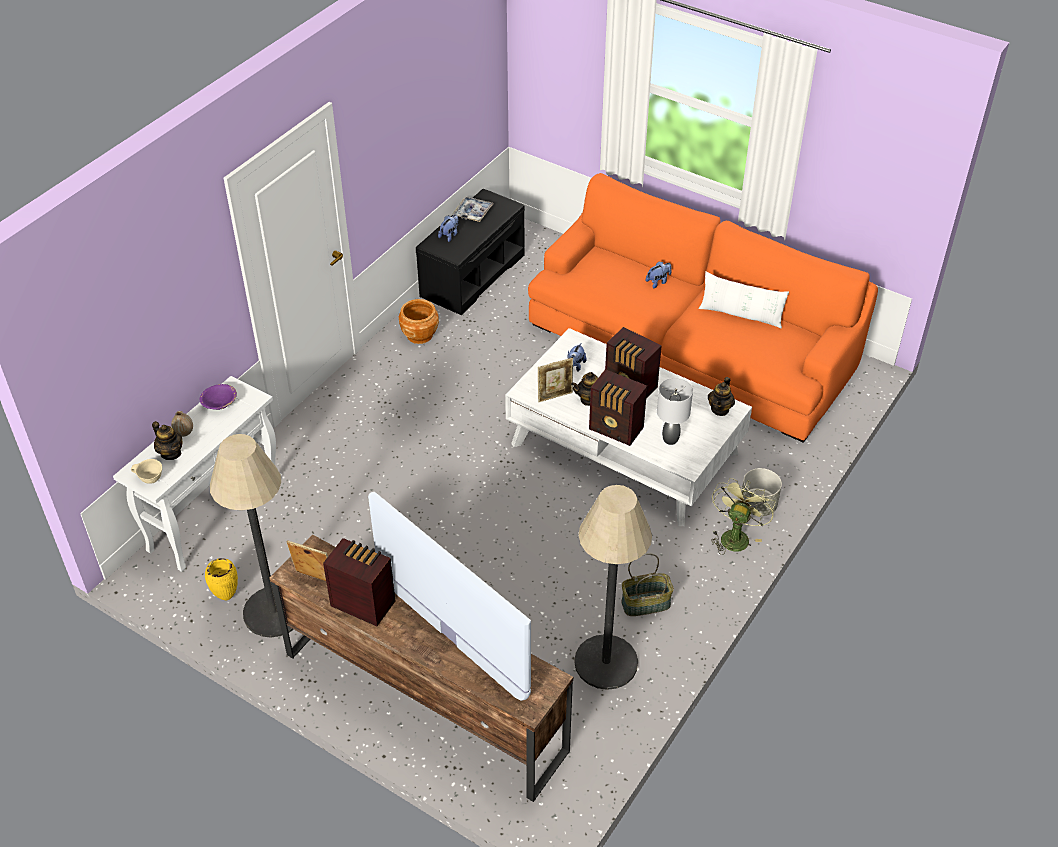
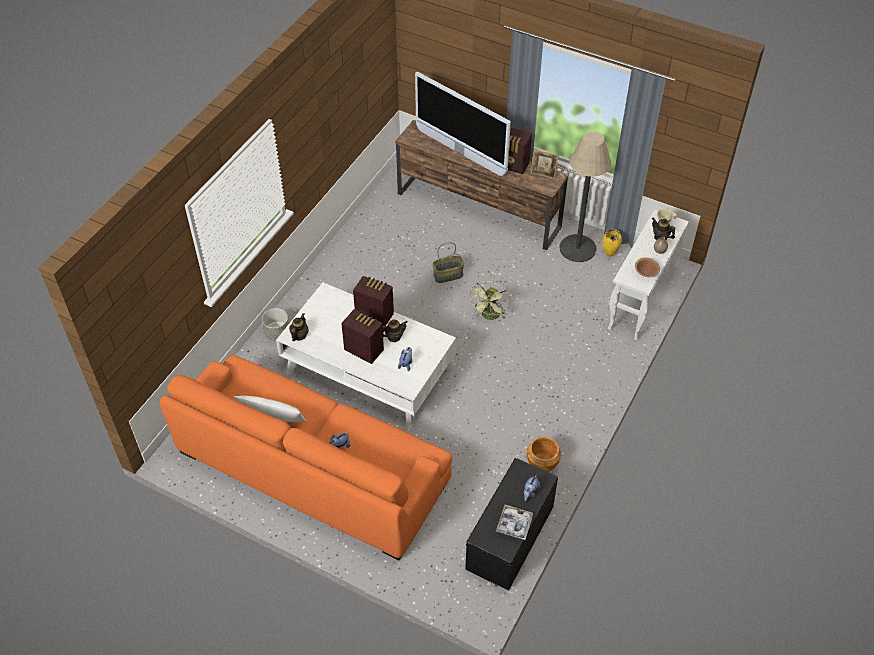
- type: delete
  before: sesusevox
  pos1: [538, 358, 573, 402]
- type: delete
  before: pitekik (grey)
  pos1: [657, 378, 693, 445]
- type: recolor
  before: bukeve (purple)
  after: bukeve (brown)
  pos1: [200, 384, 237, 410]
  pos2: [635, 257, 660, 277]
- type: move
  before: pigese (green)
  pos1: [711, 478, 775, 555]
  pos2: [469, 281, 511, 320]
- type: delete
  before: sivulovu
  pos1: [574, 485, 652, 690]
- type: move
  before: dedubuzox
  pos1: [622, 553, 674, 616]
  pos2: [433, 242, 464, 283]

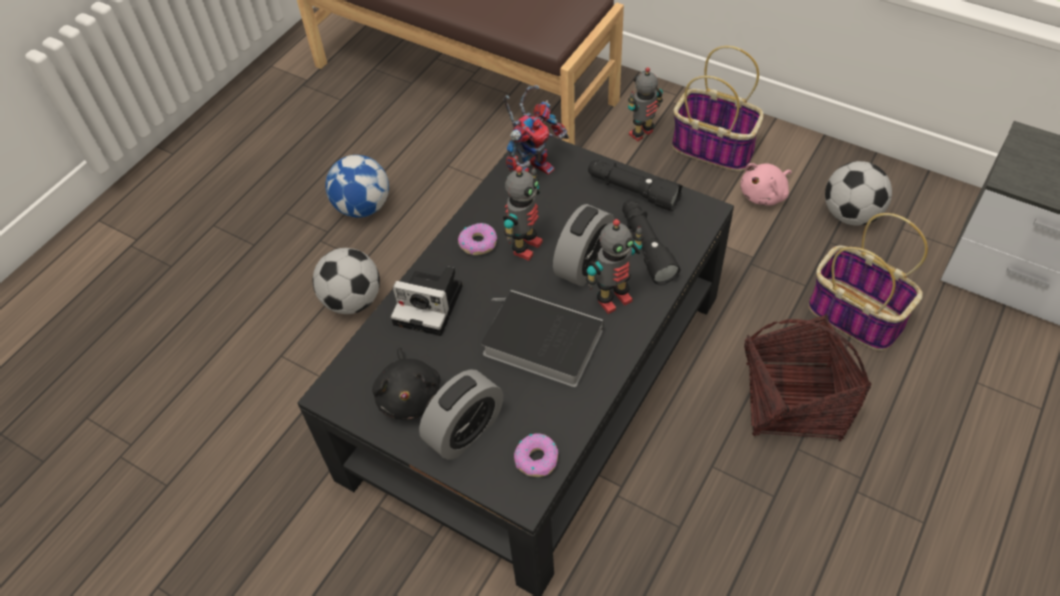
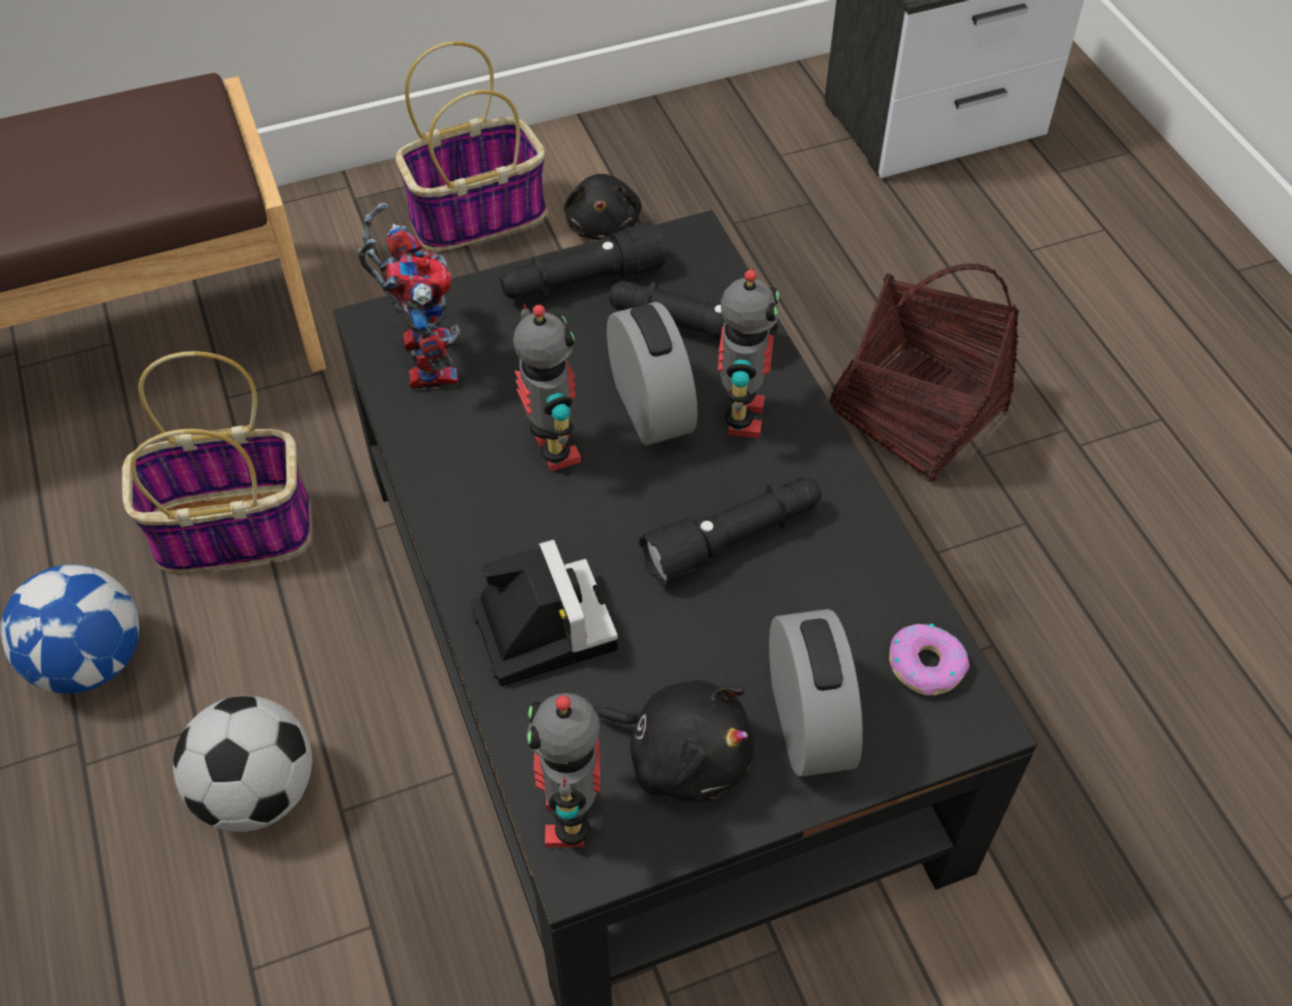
- type: move
  before: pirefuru
  pos1: [628, 67, 663, 141]
  pos2: [527, 693, 600, 847]
- type: delete
  before: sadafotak
  pos1: [825, 161, 892, 226]
- type: recolor
  before: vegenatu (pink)
  after: vegenatu (black)
  pos1: [740, 163, 791, 205]
  pos2: [564, 174, 642, 240]
- type: move
  before: dedubuzox
  pos1: [808, 213, 928, 351]
  pos2: [122, 351, 311, 573]
- type: delete
  before: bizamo
  pos1: [458, 223, 497, 255]
- type: rotate
  before: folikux
  pos1: [391, 266, 463, 336]
  pos2: [472, 540, 618, 686]
  turn: -75
- type: replace
  before: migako
  after: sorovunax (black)
  pos1: [481, 290, 604, 387]
  pos2: [639, 477, 822, 586]

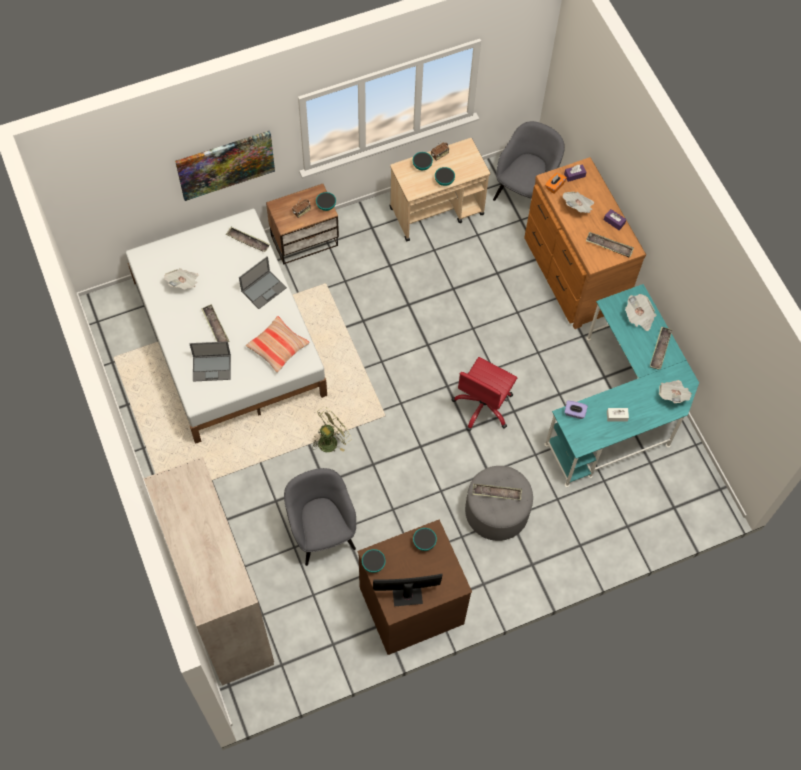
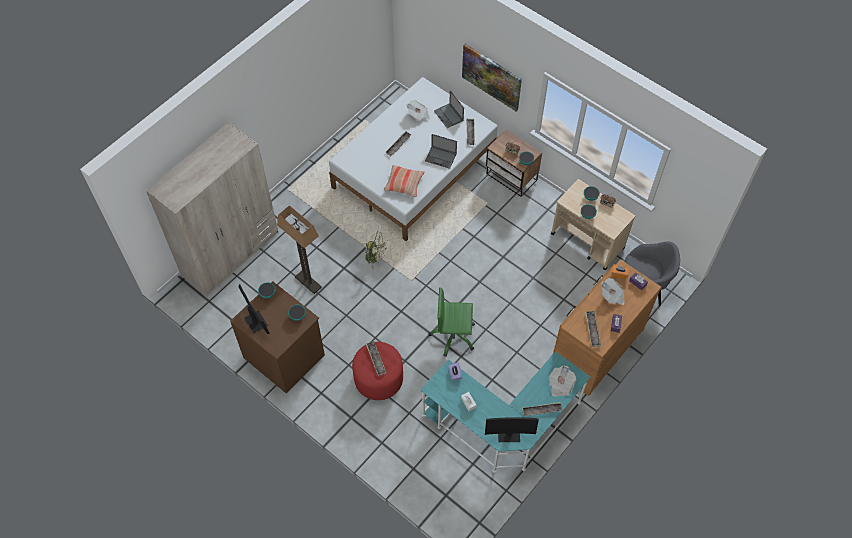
- type: move
  before: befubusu
  pos1: [190, 341, 231, 382]
  pos2: [434, 90, 464, 128]
- type: recolor
  before: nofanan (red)
  after: nofanan (green)
  pos1: [452, 357, 517, 432]
  pos2: [428, 287, 475, 357]
- type: replace
  before: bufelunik
  after: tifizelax
  pos1: [659, 380, 692, 403]
  pos2: [485, 417, 539, 442]
- type: recolor
  before: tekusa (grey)
  after: tekusa (red)
  pos1: [465, 466, 533, 541]
  pos2: [352, 342, 403, 400]
- type: replace
  before: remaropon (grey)
  after: sivulovu
  pos1: [284, 468, 356, 566]
  pos2: [277, 205, 322, 294]

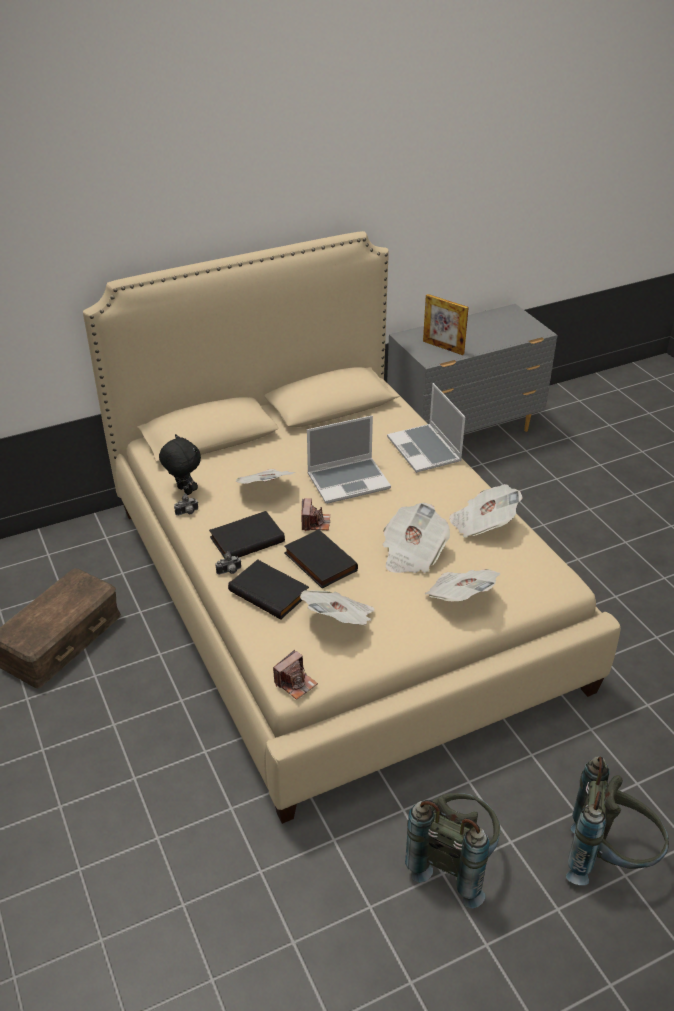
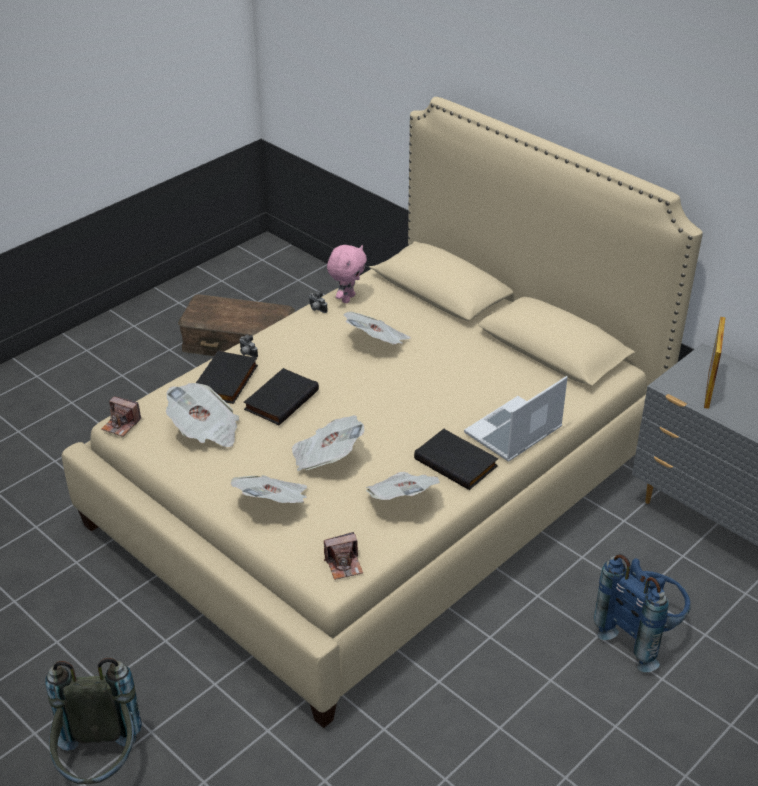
- type: delete
  before: befubusu
  pos1: [307, 416, 391, 504]
- type: recolor
  before: vegenatu (black)
  after: vegenatu (pink)
  pos1: [159, 434, 201, 495]
  pos2: [327, 245, 367, 303]
- type: move
  before: folikux
  pos1: [301, 498, 330, 531]
  pos2: [324, 532, 363, 580]
- type: move
  before: migako (black)
  pos1: [209, 511, 285, 558]
  pos2: [414, 429, 498, 490]
- type: delete
  before: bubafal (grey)
  pos1: [405, 793, 500, 909]
- type: insert
  after: bubafal (blue)
  pos2: [594, 554, 691, 672]

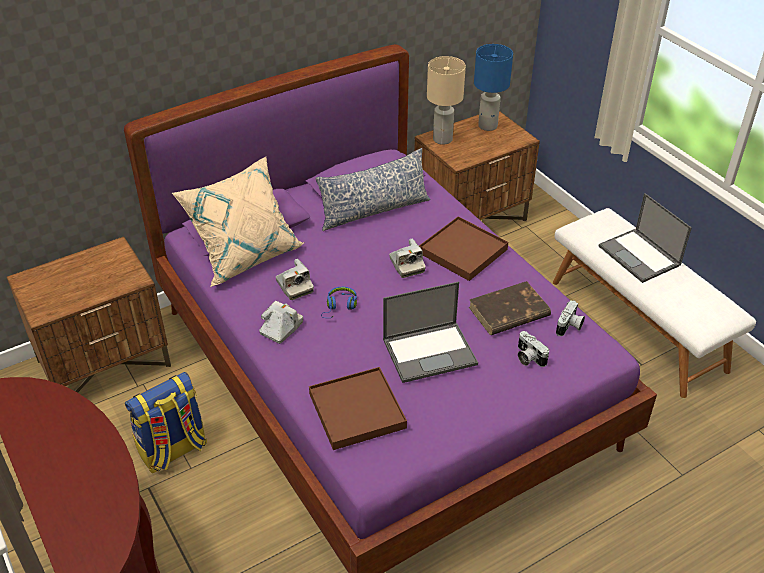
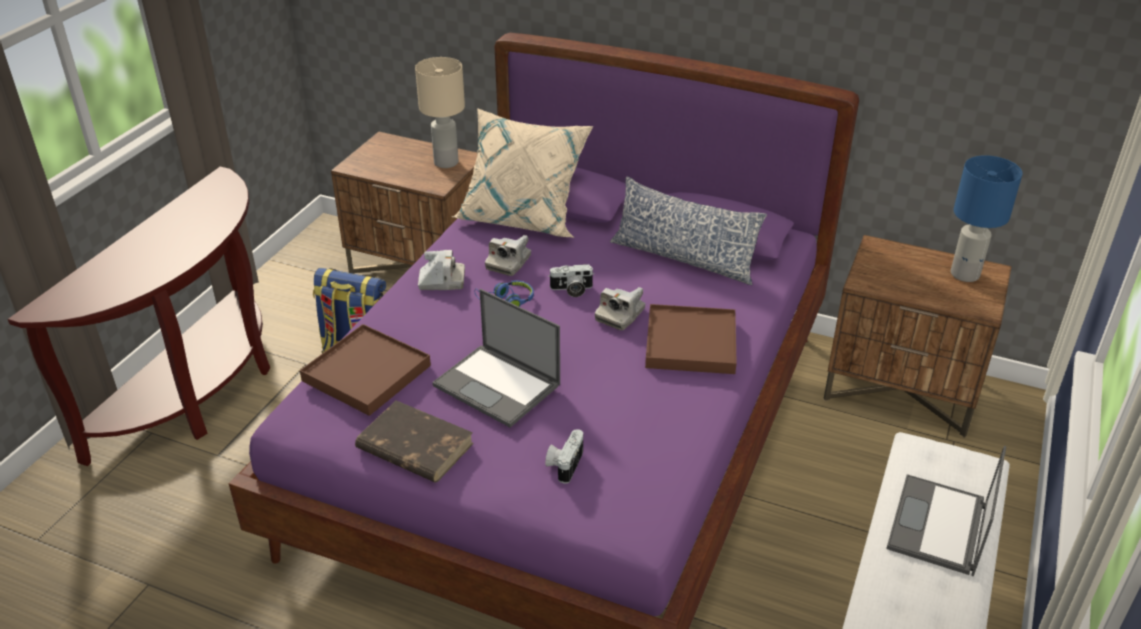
- type: move
  before: pitekik (beige)
  pos1: [427, 56, 466, 145]
  pos2: [415, 57, 465, 168]
- type: move
  before: migako (brown)
  pos1: [469, 281, 551, 335]
  pos2: [355, 400, 474, 483]
- type: move
  before: folikux
  pos1: [556, 300, 585, 336]
  pos2: [548, 264, 594, 297]

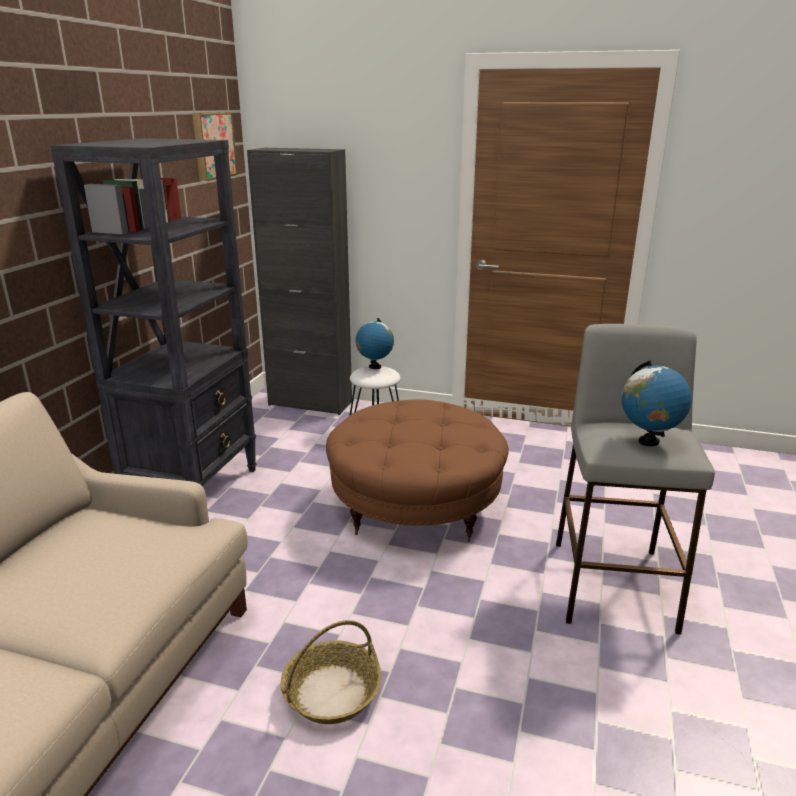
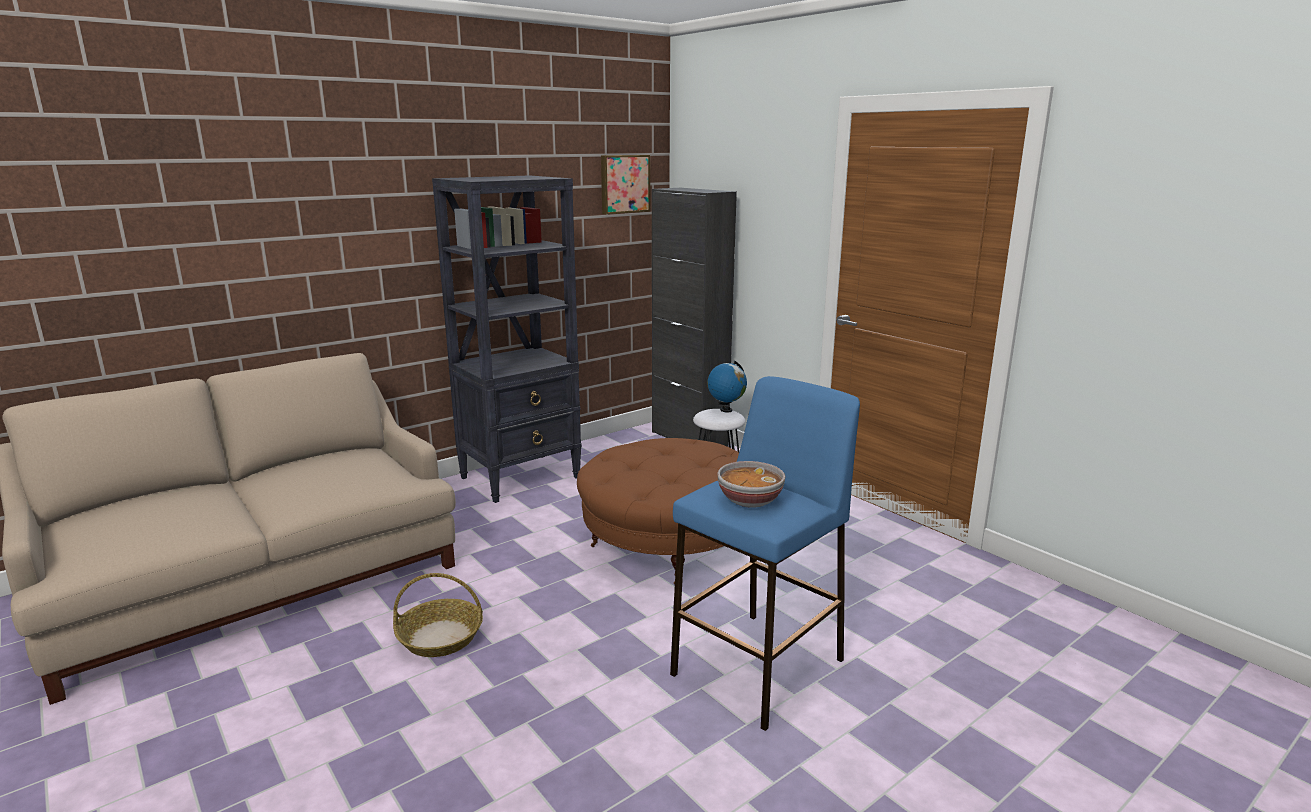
- type: recolor
  before: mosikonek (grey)
  after: mosikonek (blue)
  pos1: [556, 324, 715, 635]
  pos2: [670, 376, 860, 731]
- type: replace
  before: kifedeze
  after: bukeve
  pos1: [622, 360, 692, 446]
  pos2: [717, 461, 785, 508]

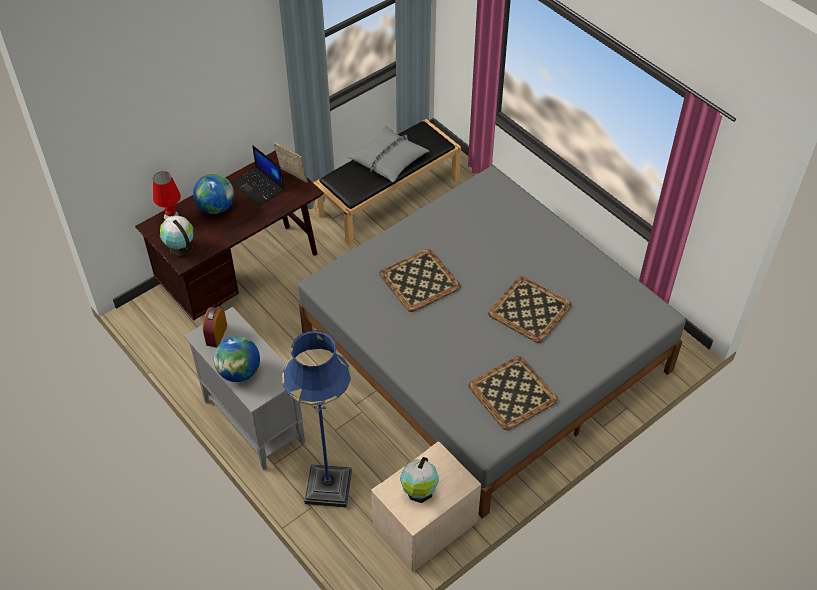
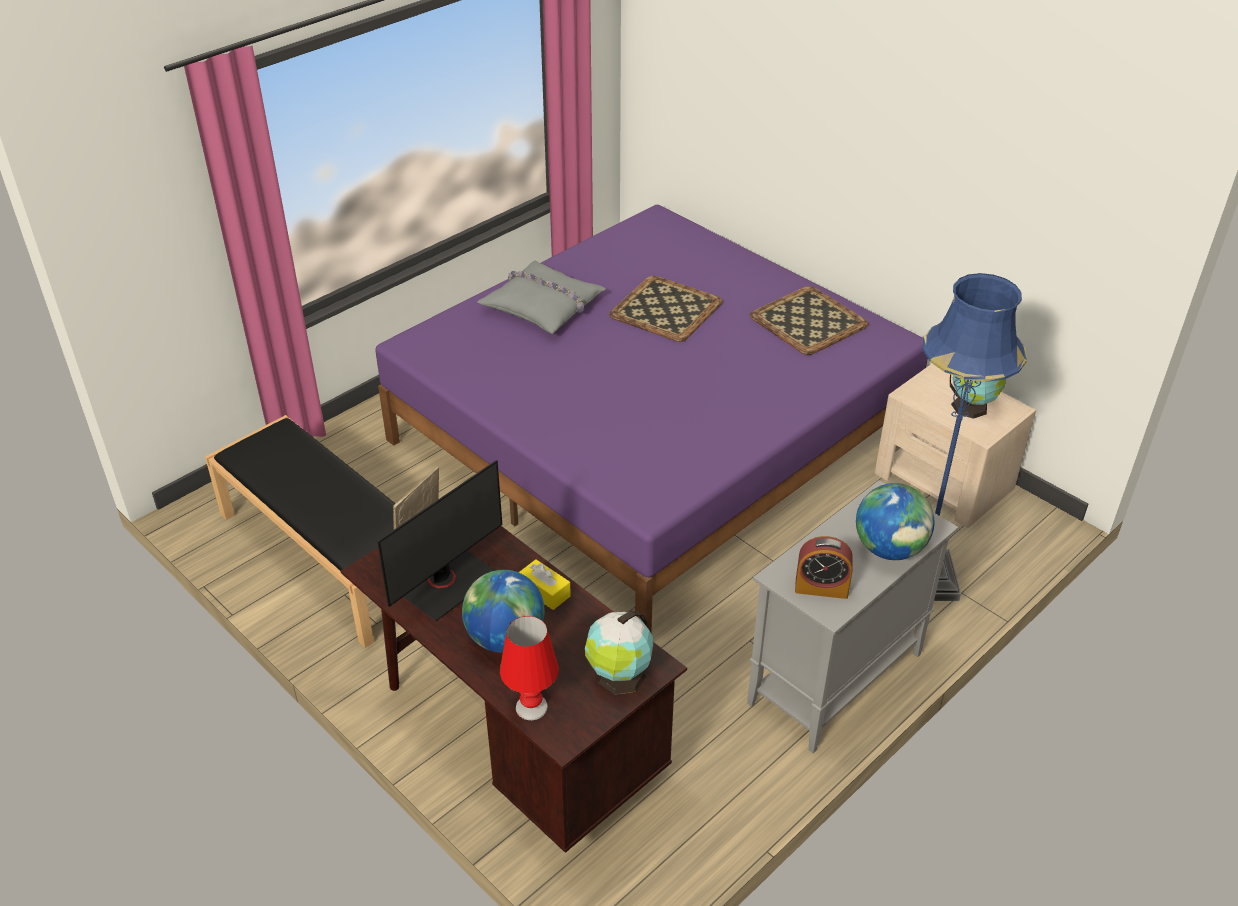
- type: move
  before: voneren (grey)
  pos1: [347, 126, 429, 182]
  pos2: [478, 261, 606, 334]
- type: replace
  before: befubusu
  after: tifizelax
  pos1: [231, 145, 284, 206]
  pos2: [377, 460, 502, 621]
- type: recolor
  before: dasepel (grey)
  after: dasepel (purple)
  pos1: [298, 166, 686, 519]
  pos2: [375, 205, 928, 632]
- type: delete
  before: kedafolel
  pos1: [379, 249, 461, 312]
- type: insert
  after: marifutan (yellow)
  pos2: [519, 559, 571, 610]

